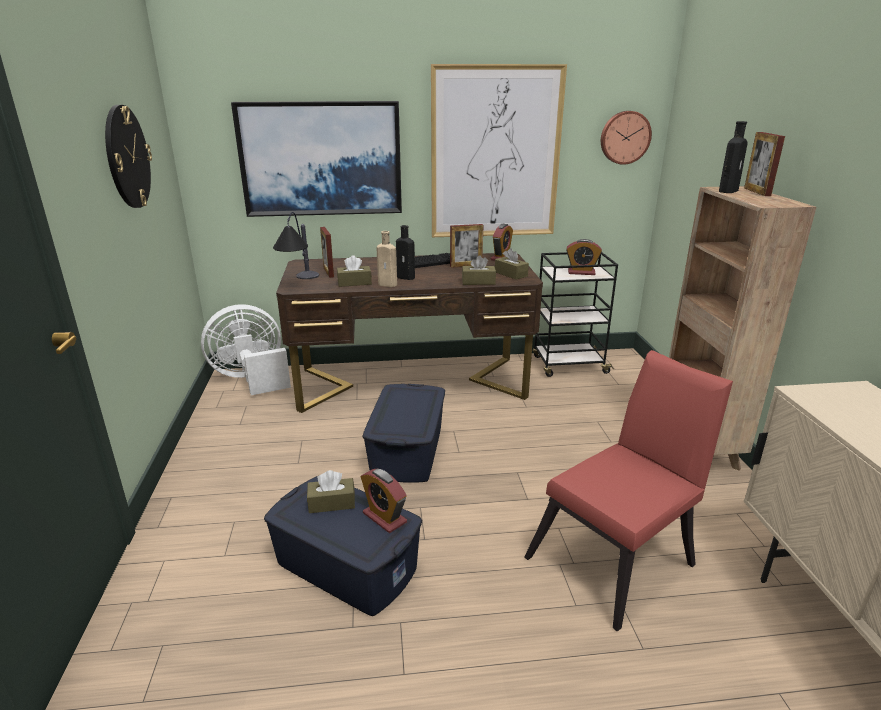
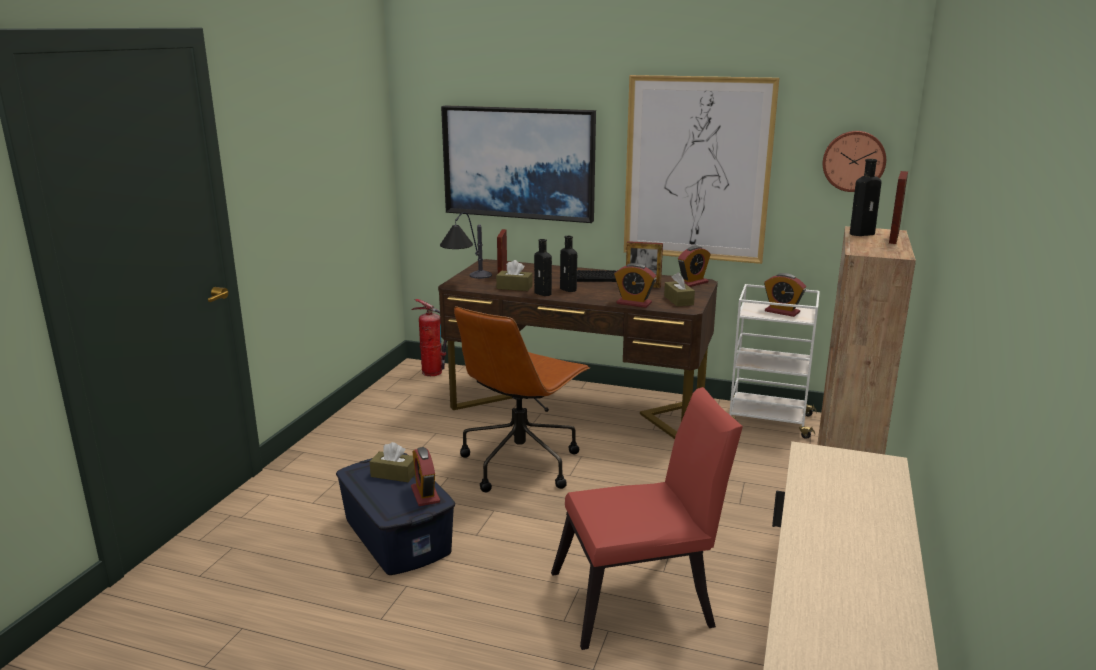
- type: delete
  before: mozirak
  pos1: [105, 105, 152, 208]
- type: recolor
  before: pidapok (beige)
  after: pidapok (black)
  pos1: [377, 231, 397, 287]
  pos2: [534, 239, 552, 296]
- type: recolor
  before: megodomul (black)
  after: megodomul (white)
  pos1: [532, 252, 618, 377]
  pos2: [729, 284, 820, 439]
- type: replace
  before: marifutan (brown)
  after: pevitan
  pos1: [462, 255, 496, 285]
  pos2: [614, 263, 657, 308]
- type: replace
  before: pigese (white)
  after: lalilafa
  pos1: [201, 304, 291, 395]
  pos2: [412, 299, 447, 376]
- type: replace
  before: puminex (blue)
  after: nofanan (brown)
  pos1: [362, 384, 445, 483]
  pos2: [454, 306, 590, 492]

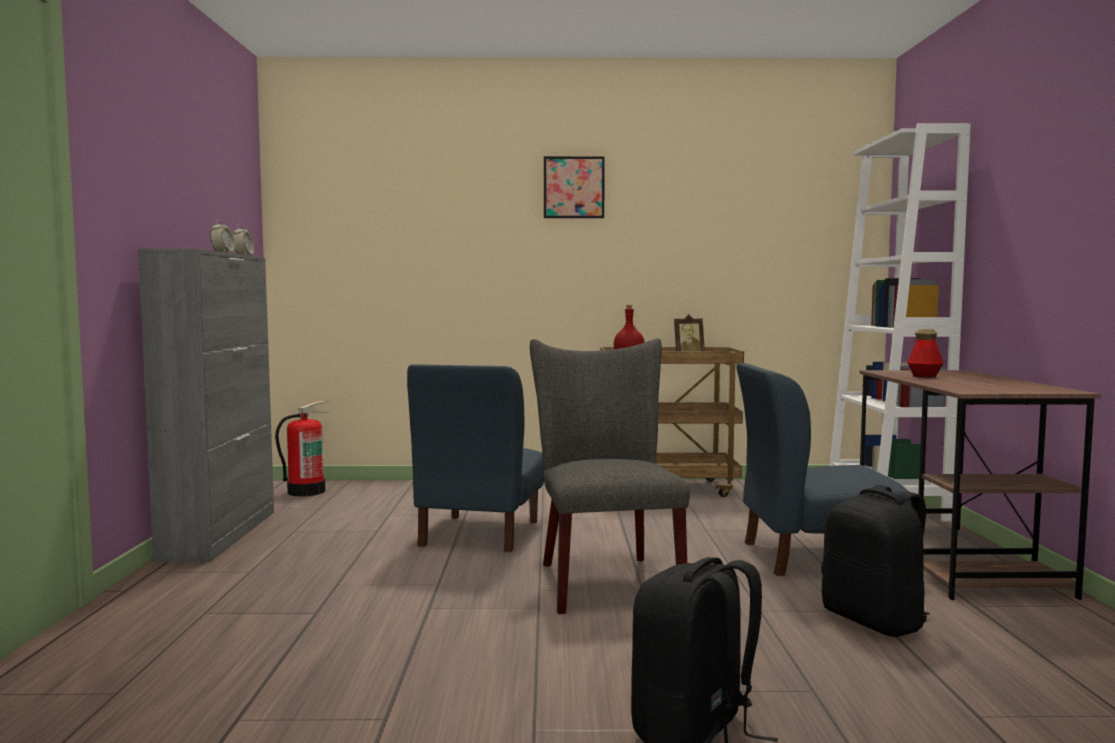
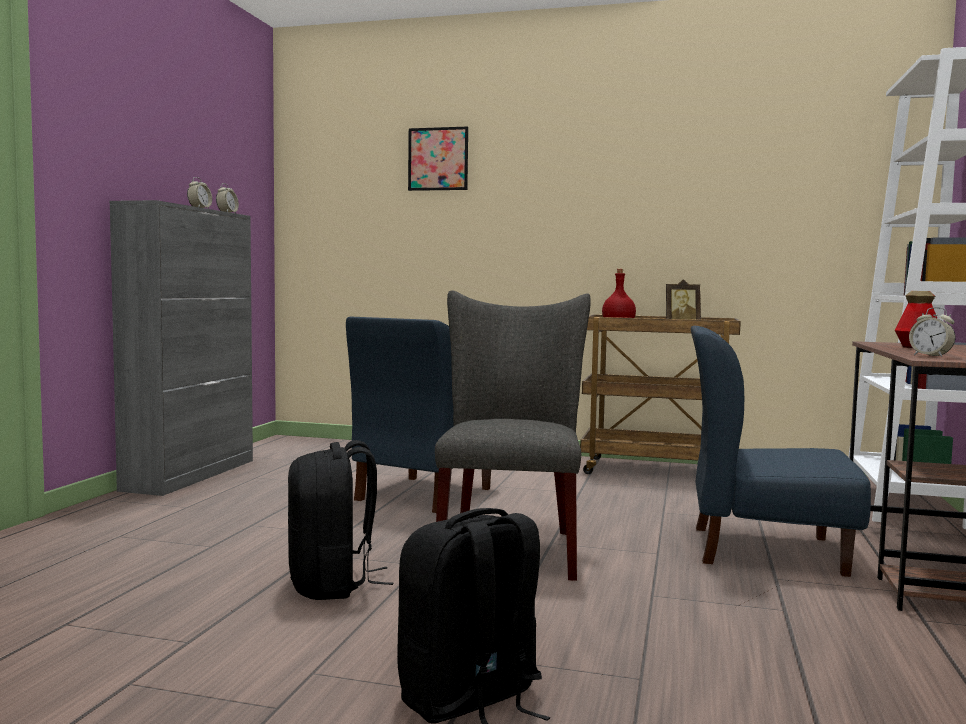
- type: move
  before: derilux
  pos1: [544, 156, 605, 218]
  pos2: [408, 126, 468, 191]
- type: delete
  before: lalilafa
  pos1: [275, 401, 333, 496]
- type: move
  before: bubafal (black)
  pos1: [821, 485, 930, 637]
  pos2: [288, 440, 393, 600]
- type: insert
  after: pevitan
  pos2: [909, 307, 955, 357]

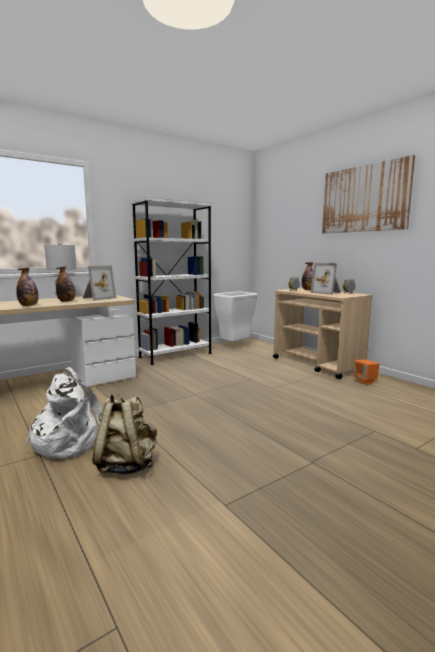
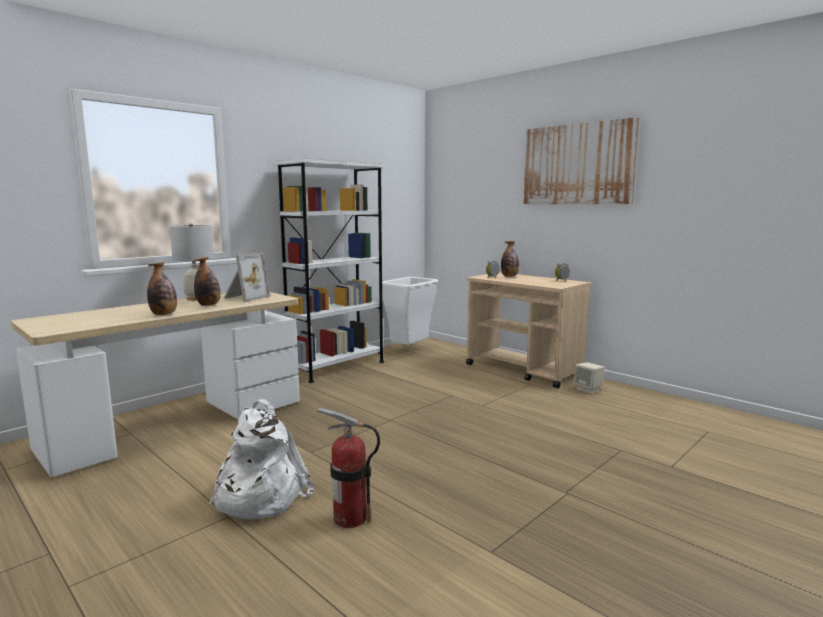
- type: delete
  before: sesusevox
  pos1: [311, 263, 341, 295]
- type: recolor
  before: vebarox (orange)
  after: vebarox (beige)
  pos1: [353, 360, 380, 385]
  pos2: [574, 362, 605, 394]
- type: replace
  before: bubafal (beige)
  after: lalilafa
  pos1: [93, 393, 157, 474]
  pos2: [317, 408, 380, 528]

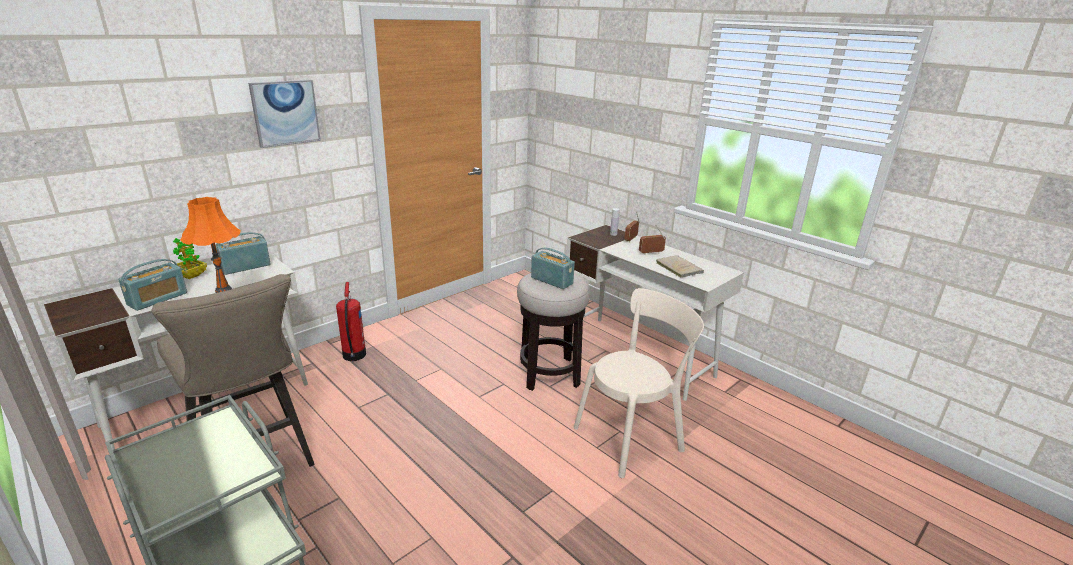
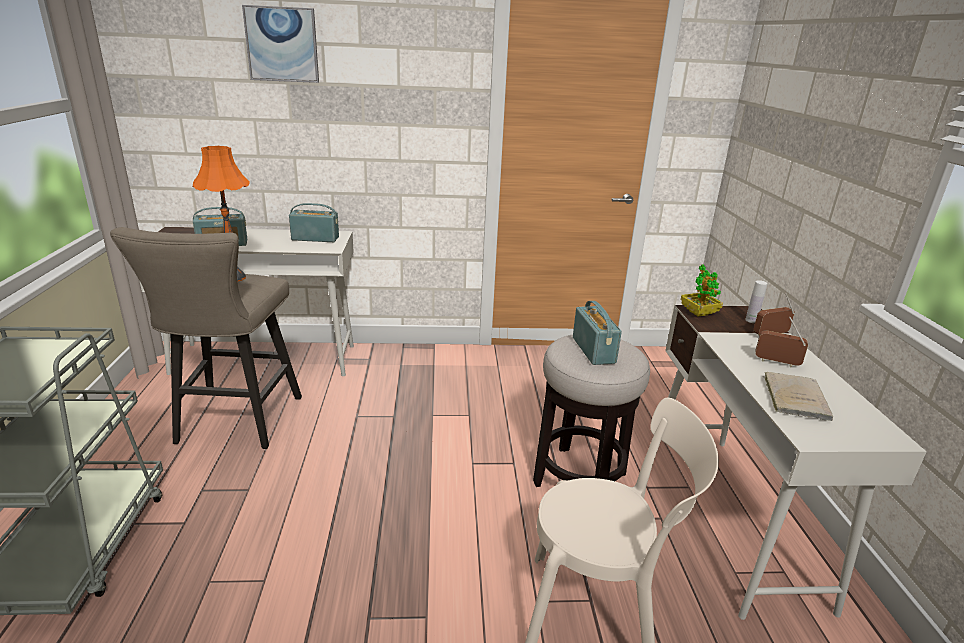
- type: move
  before: derilux
  pos1: [248, 80, 321, 148]
  pos2: [242, 5, 319, 83]
- type: move
  before: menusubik
  pos1: [173, 238, 207, 279]
  pos2: [681, 265, 723, 316]
- type: delete
  before: lalilafa
  pos1: [336, 282, 366, 361]

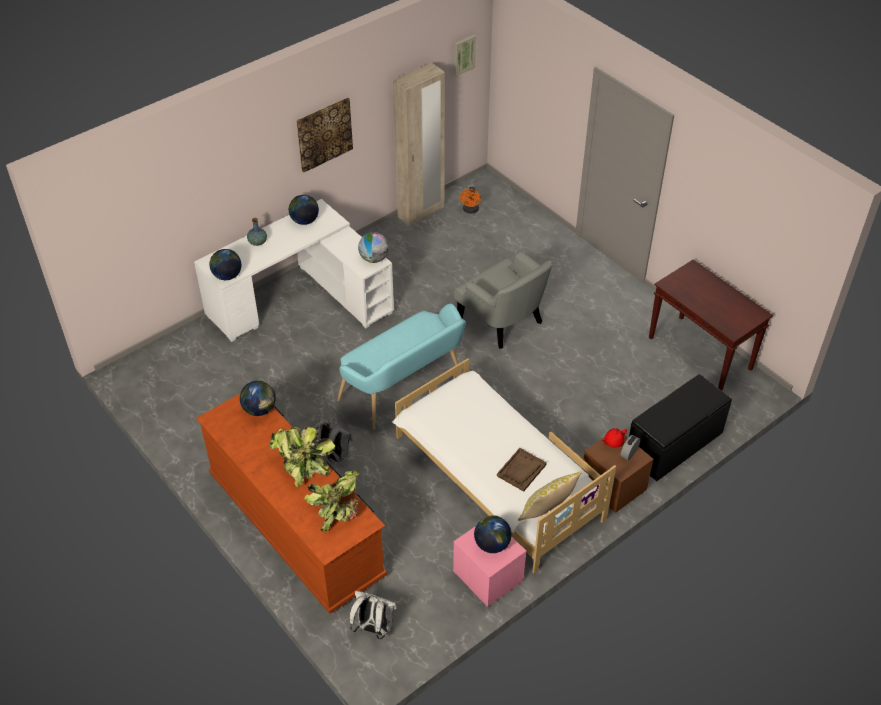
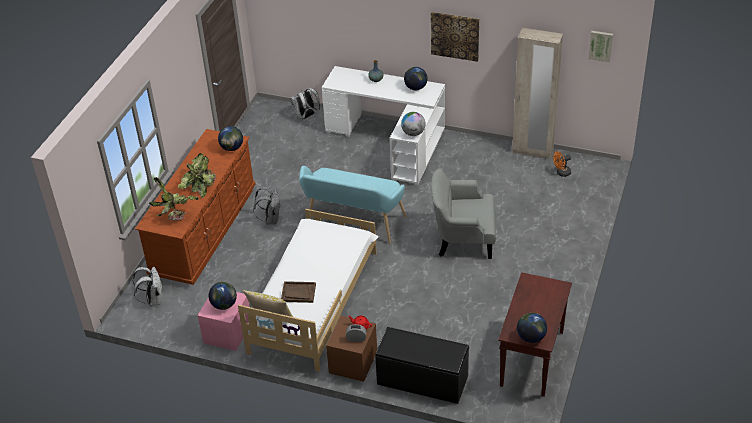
- type: move
  before: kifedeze
  pos1: [209, 249, 241, 280]
  pos2: [517, 313, 547, 343]
- type: rotate
  before: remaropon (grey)
  pos1: [454, 251, 553, 349]
  pos2: [431, 169, 496, 259]
  turn: 75
- type: insert
  after: bubafal (white)
  pos2: [290, 88, 320, 119]

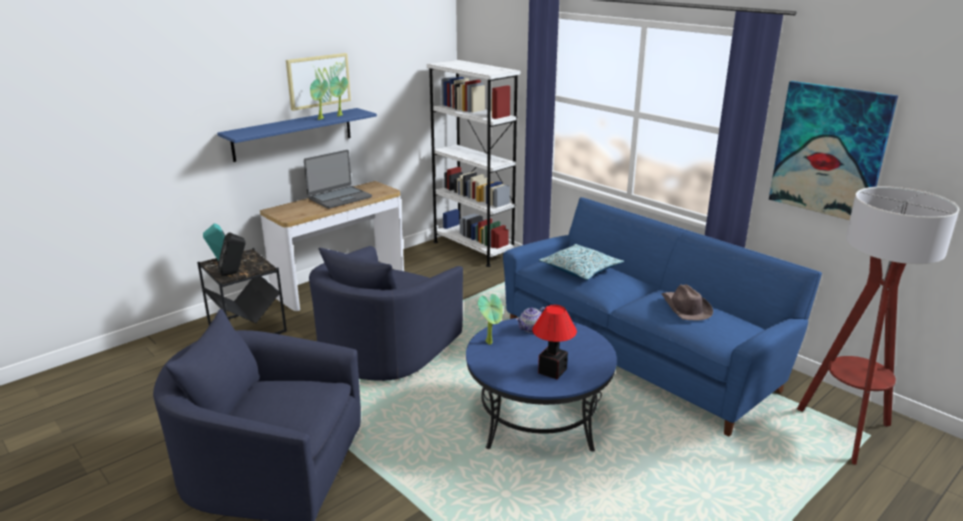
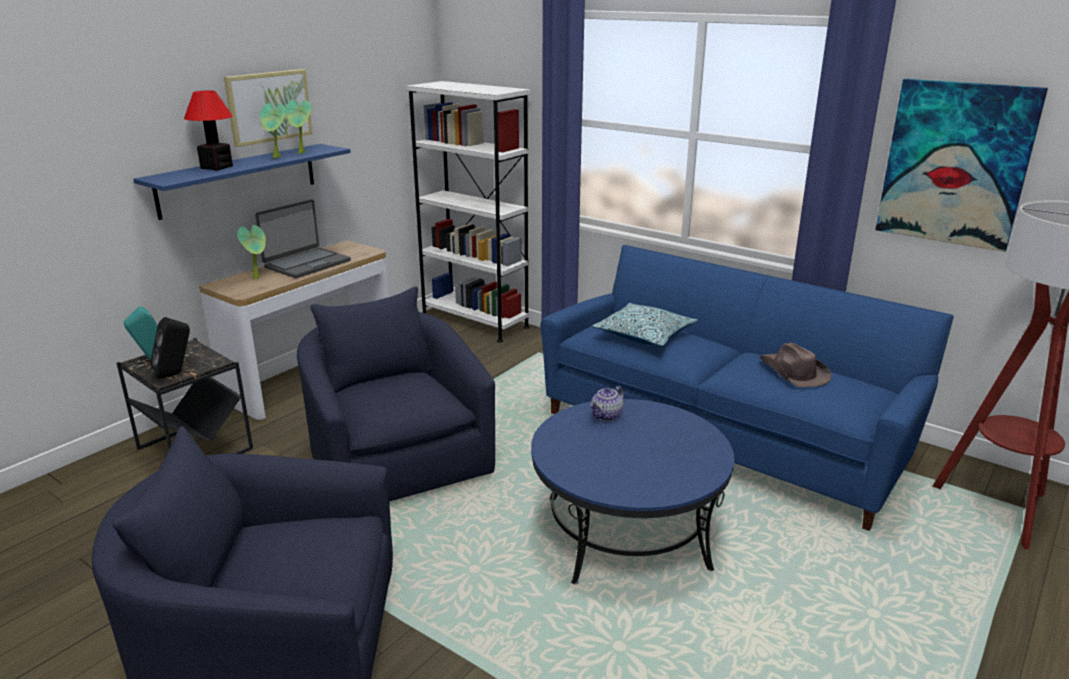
- type: rotate
  before: remaropon (blue)
  pos1: [309, 246, 463, 381]
  pos2: [297, 286, 495, 501]
  turn: 135
- type: move
  before: menusubik
  pos1: [478, 294, 503, 345]
  pos2: [237, 225, 266, 279]
- type: move
  before: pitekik
  pos1: [532, 305, 577, 379]
  pos2: [184, 91, 233, 170]

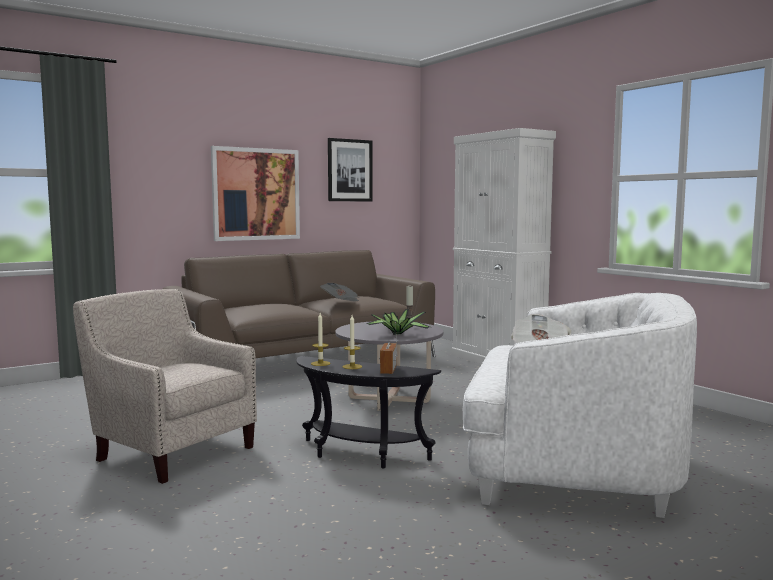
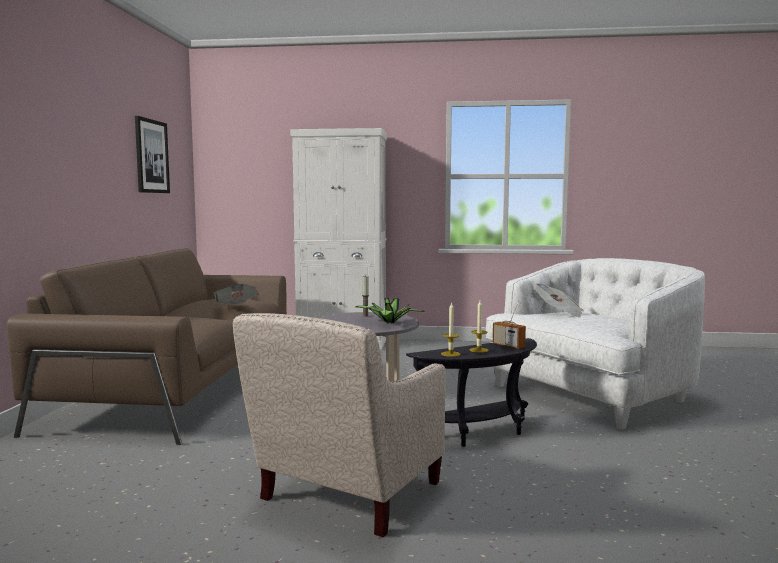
- type: delete
  before: derilux
  pos1: [211, 146, 300, 241]
- type: rotate
  before: remaropon (beige)
  pos1: [73, 289, 257, 484]
  pos2: [233, 313, 446, 538]
  turn: -45

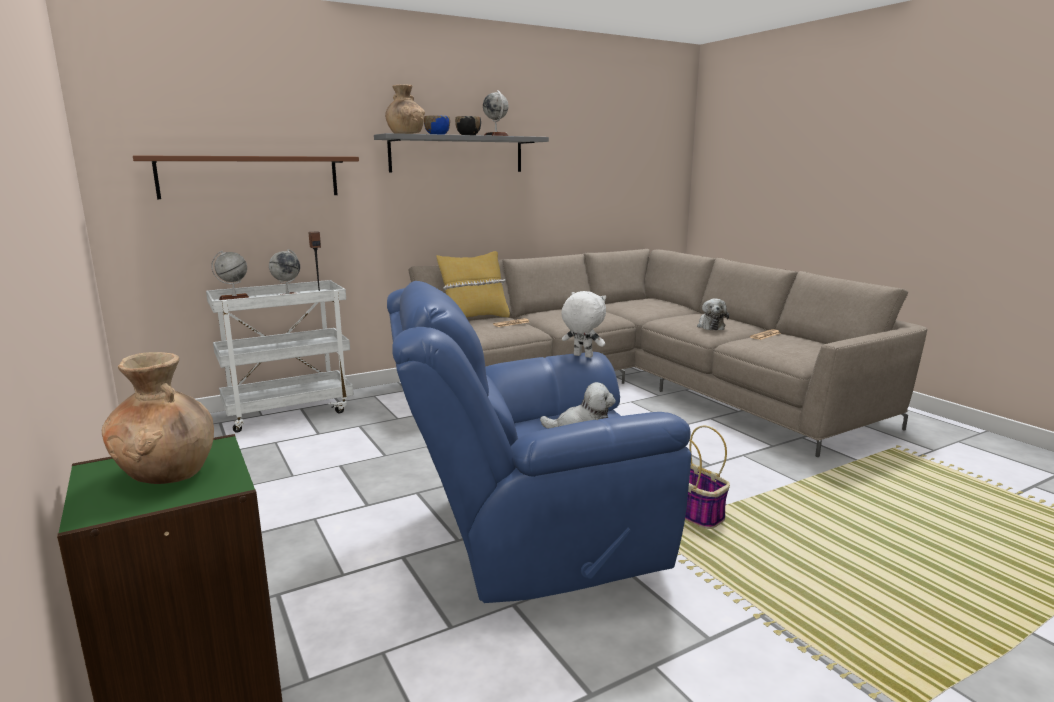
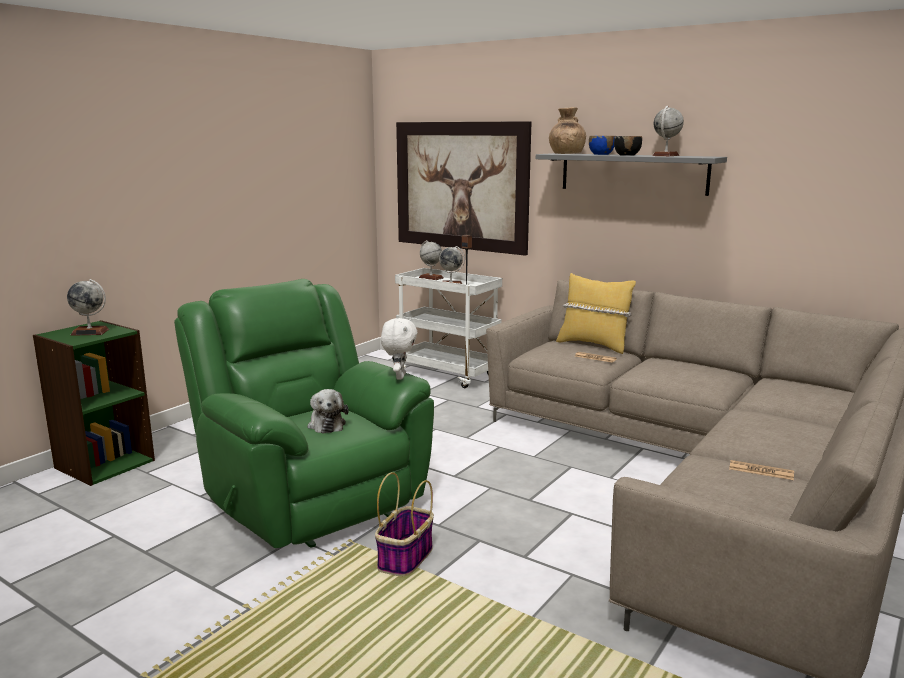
- type: replace
  before: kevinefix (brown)
  after: derilux
  pos1: [133, 155, 359, 199]
  pos2: [396, 121, 531, 256]
- type: recolor
  before: remaropon (blue)
  after: remaropon (green)
  pos1: [387, 281, 691, 603]
  pos2: [174, 279, 434, 548]
- type: delete
  before: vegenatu
  pos1: [697, 298, 729, 330]
- type: replace
  before: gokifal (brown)
  after: kifedeze
  pos1: [102, 352, 214, 484]
  pos2: [67, 279, 109, 336]

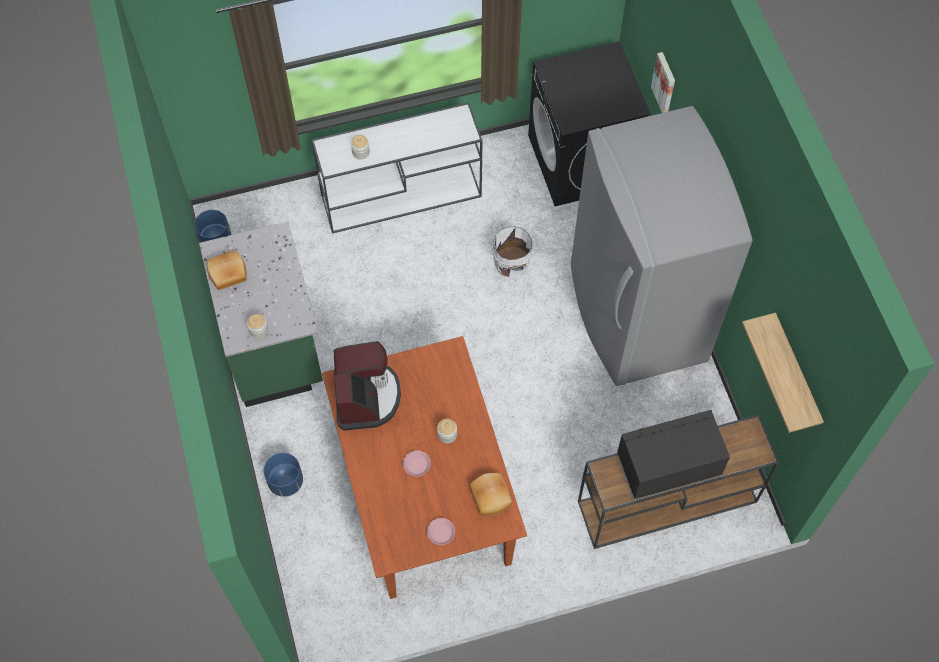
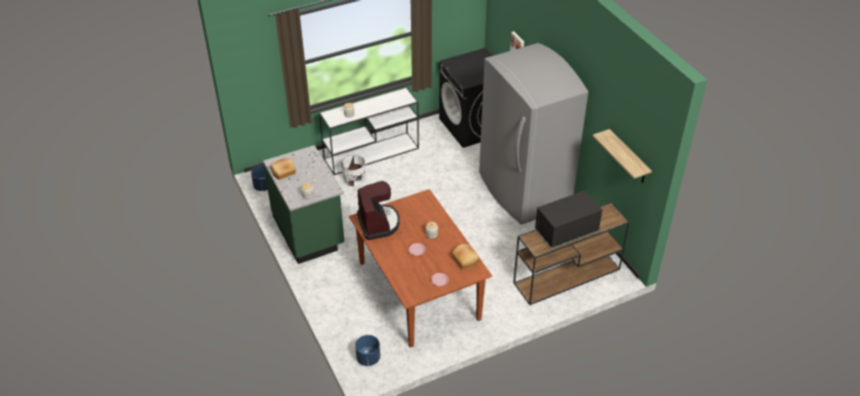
- type: move
  before: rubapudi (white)
  pos1: [492, 226, 535, 277]
  pos2: [341, 155, 367, 186]
- type: move
  before: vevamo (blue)
  pos1: [264, 453, 303, 497]
  pos2: [355, 335, 380, 366]

